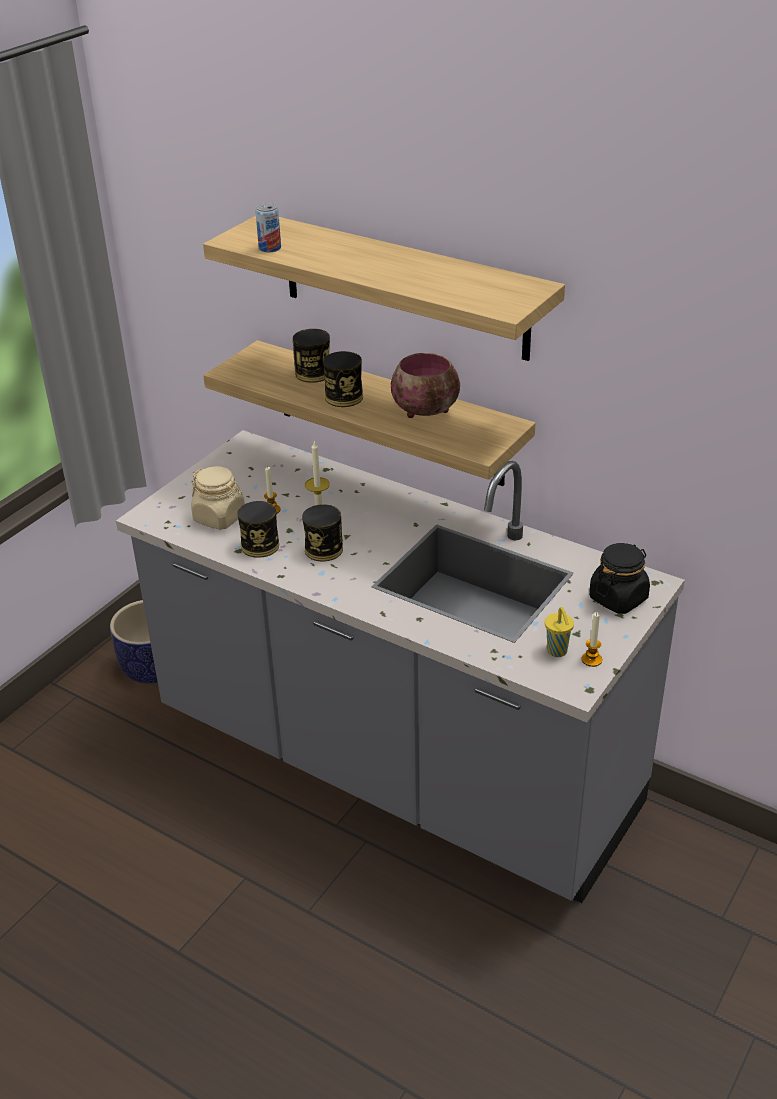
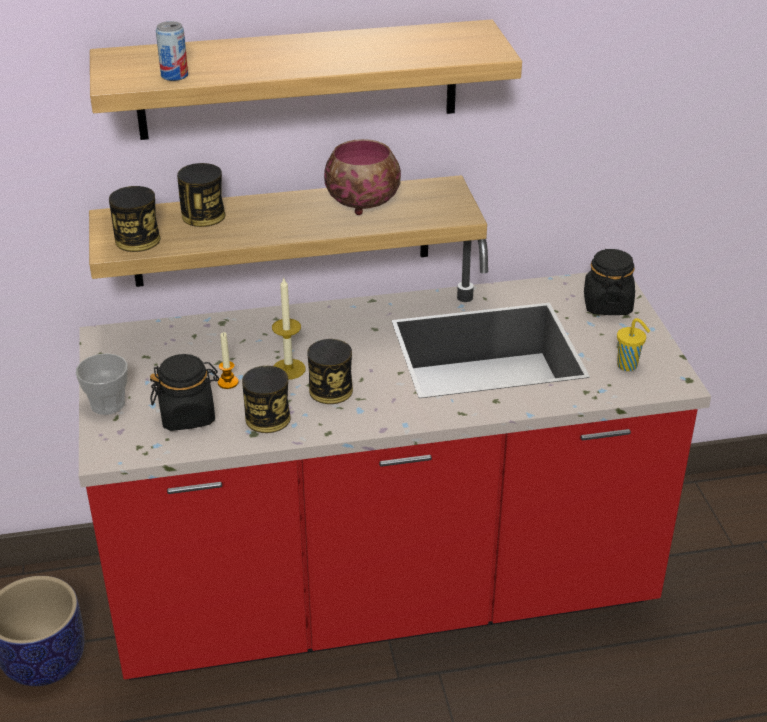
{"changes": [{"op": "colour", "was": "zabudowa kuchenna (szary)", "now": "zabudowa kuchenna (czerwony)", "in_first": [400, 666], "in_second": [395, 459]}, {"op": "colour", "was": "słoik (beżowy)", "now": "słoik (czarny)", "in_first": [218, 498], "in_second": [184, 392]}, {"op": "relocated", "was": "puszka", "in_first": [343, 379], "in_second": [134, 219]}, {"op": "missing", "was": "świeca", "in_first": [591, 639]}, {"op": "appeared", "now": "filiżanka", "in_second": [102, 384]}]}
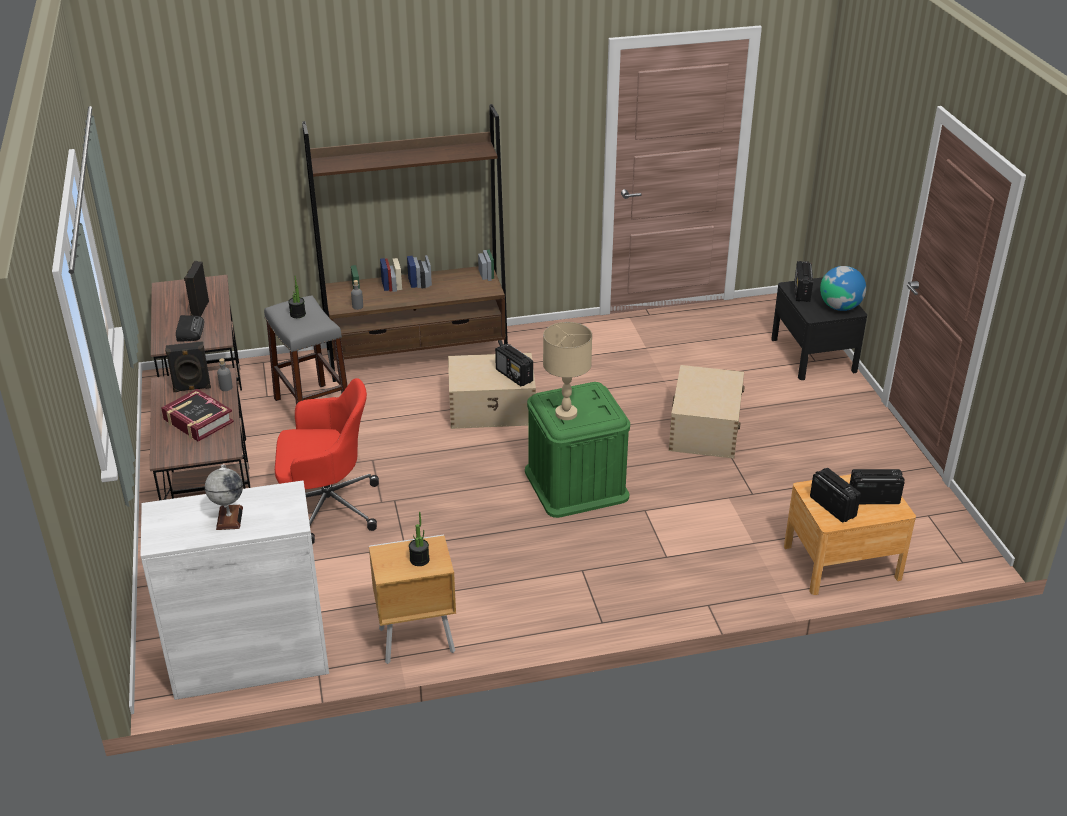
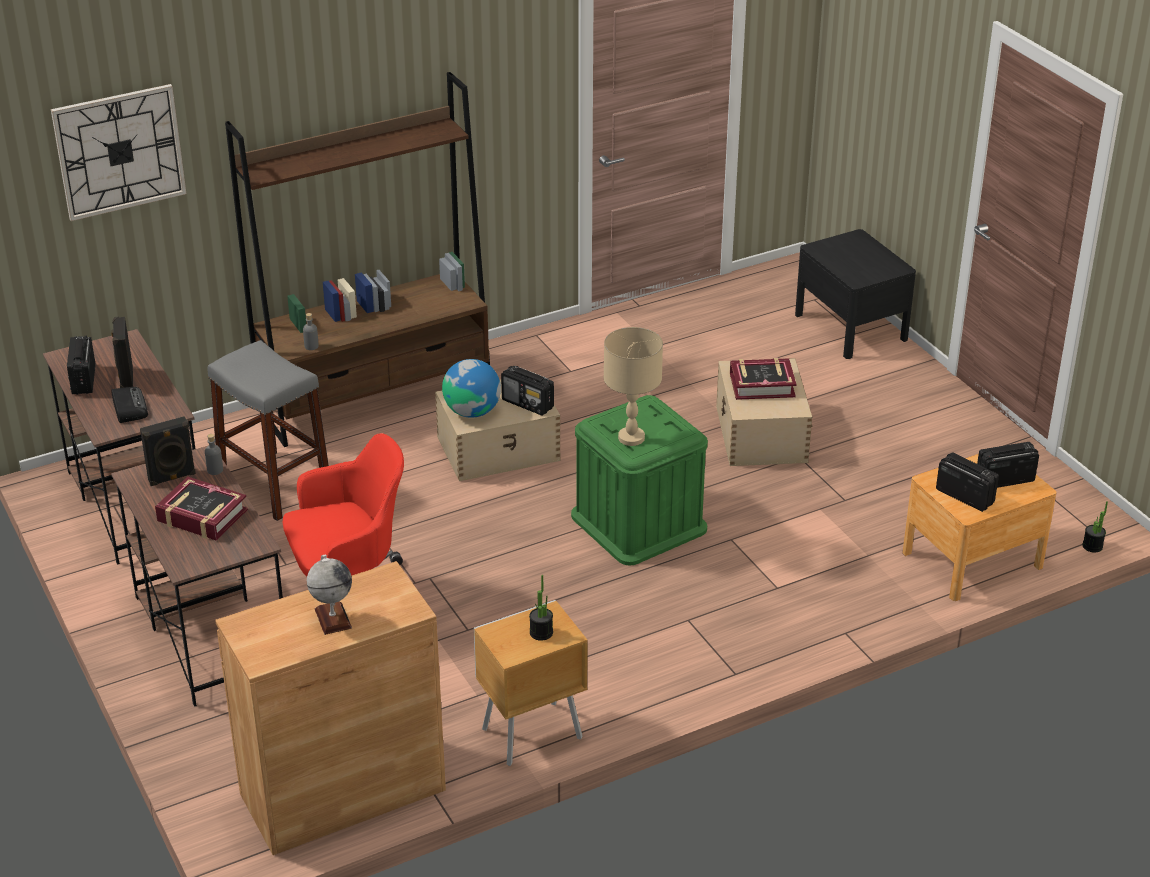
{"changes": [{"op": "colour", "was": "szafka (biały)", "now": "szafka (brązowy)", "in_first": [234, 590], "in_second": [330, 708]}, {"op": "relocated", "was": "roślina doniczkowa", "in_first": [297, 297], "in_second": [1095, 527]}, {"op": "relocated", "was": "radio", "in_first": [803, 281], "in_second": [81, 365]}, {"op": "relocated", "was": "globus", "in_first": [843, 288], "in_second": [471, 388]}, {"op": "appeared", "now": "zegar ścienny", "in_second": [118, 152]}, {"op": "appeared", "now": "książka", "in_second": [763, 379]}]}
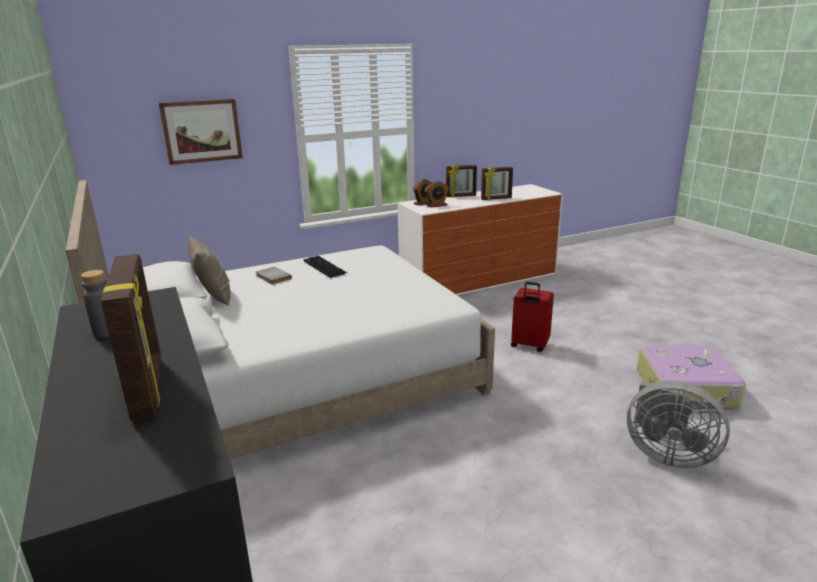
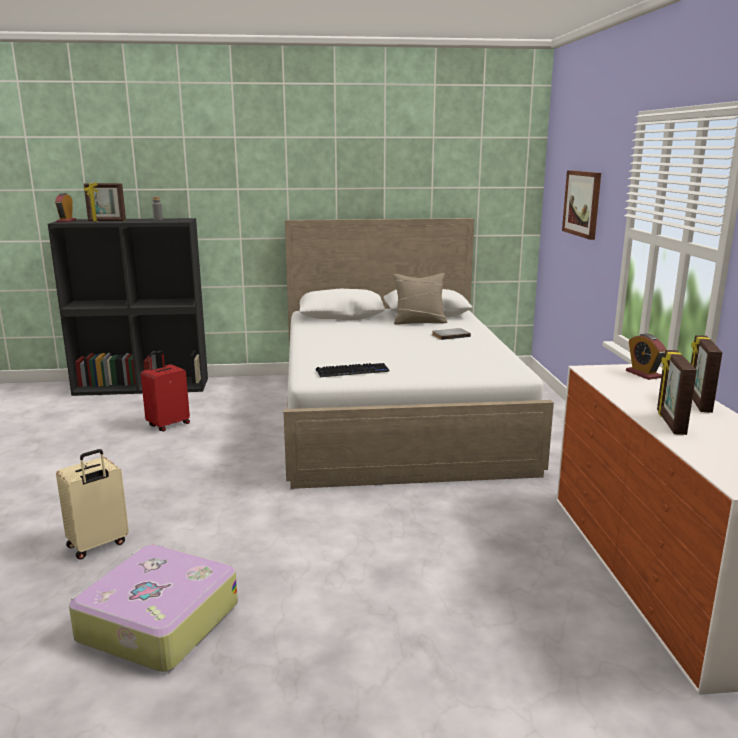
{"changes": [{"op": "relocated", "was": "klawiatura", "in_first": [325, 267], "in_second": [352, 370]}, {"op": "relocated", "was": "budzik", "in_first": [437, 194], "in_second": [65, 207]}, {"op": "relocated", "was": "walizka (czerwony)", "in_first": [532, 317], "in_second": [165, 391]}, {"op": "exchanged", "was": "wentylator (szary)", "now": "walizka (beżowy)", "in_first": [678, 424], "in_second": [92, 504]}]}
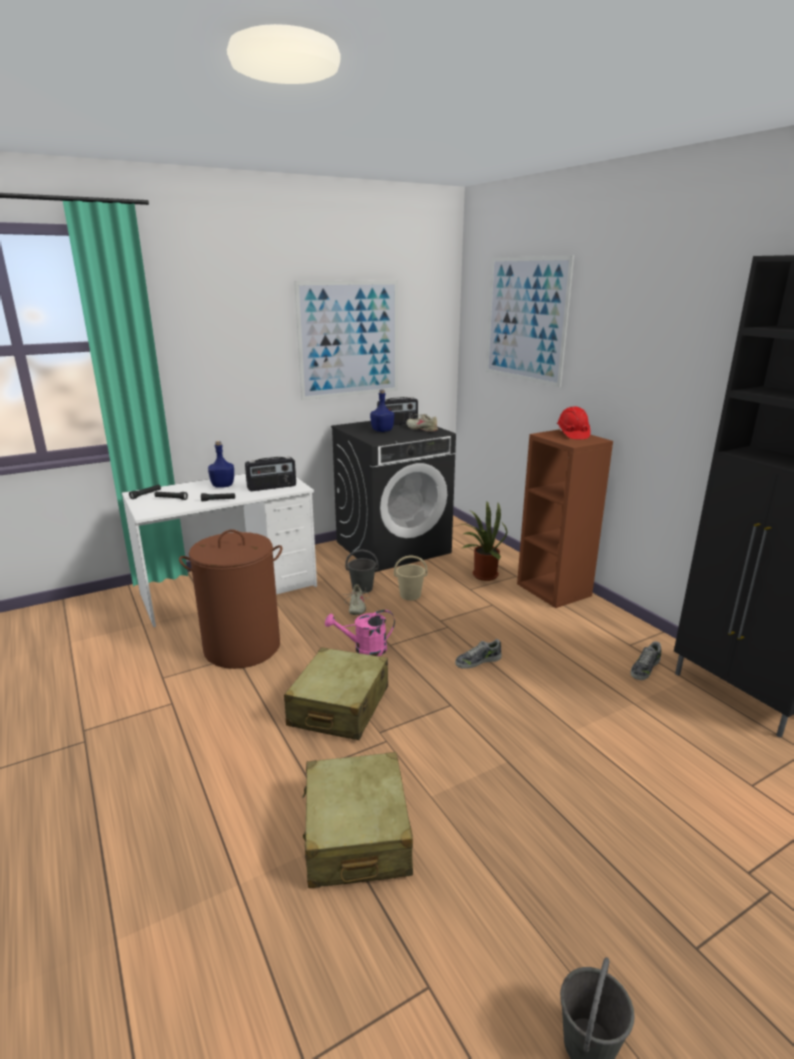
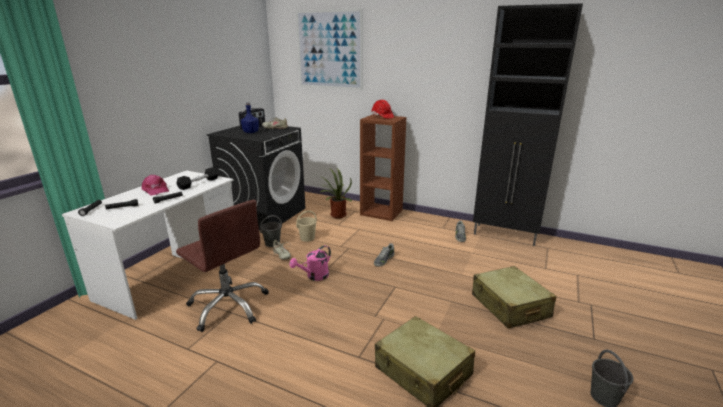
{"changes": [{"op": "exchanged", "was": "kosz na pranie (brązowy)", "now": "krzesło biurowe (brązowy)", "in_first": [230, 599], "in_second": [222, 266]}, {"op": "exchanged", "was": "butelka (niebieski)", "now": "czapka z daszkiem (różowy)", "in_first": [221, 464], "in_second": [155, 185]}, {"op": "exchanged", "was": "radio", "now": "hantel (czarny)", "in_first": [270, 474], "in_second": [198, 178]}, {"op": "relocated", "was": "walizka (beżowy)", "in_first": [336, 693], "in_second": [514, 297]}, {"op": "missing", "was": "obraz", "in_first": [346, 340]}]}
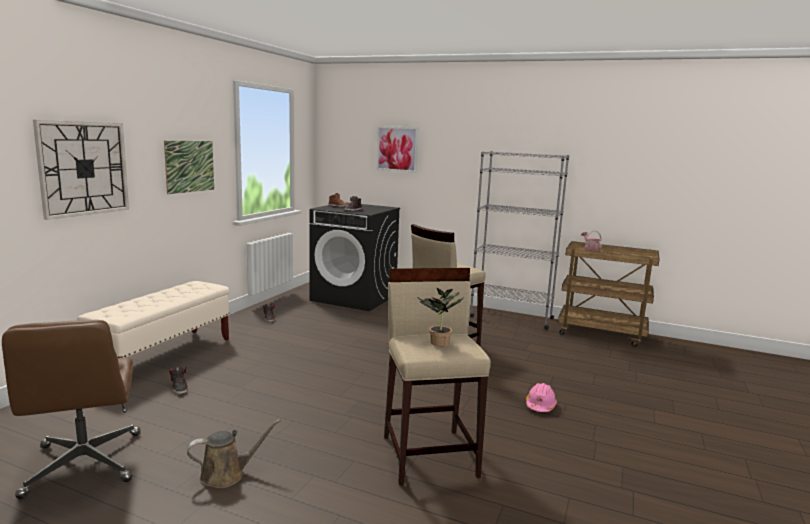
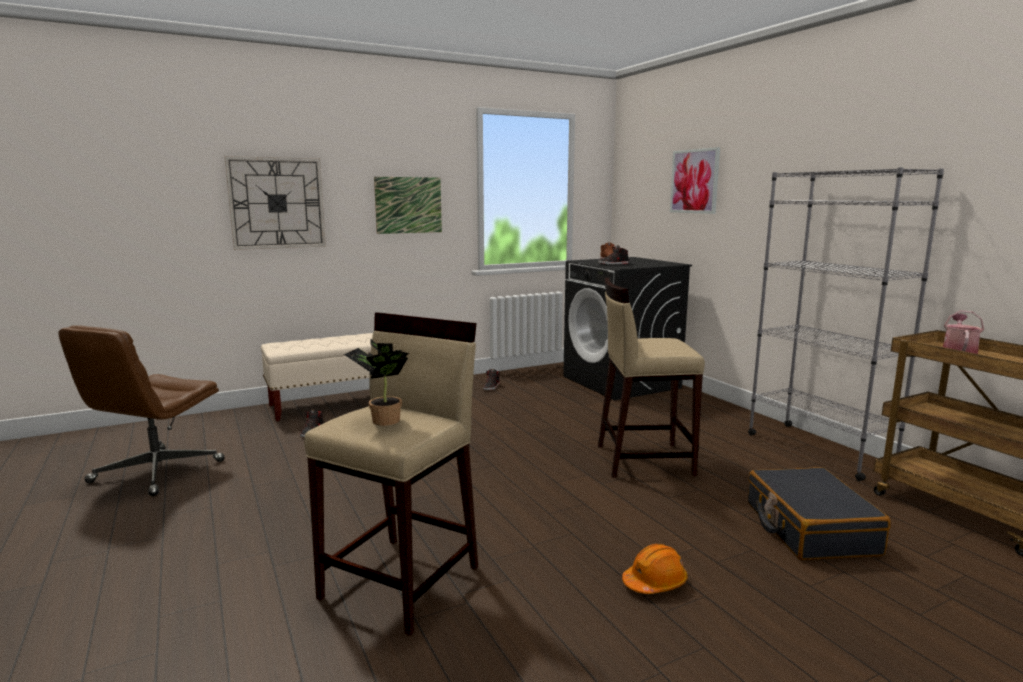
{"changes": [{"op": "missing", "was": "konewka (brązowy)", "in_first": [234, 453]}, {"op": "colour", "was": "kask (różowy)", "now": "kask (pomarańczowy)", "in_first": [541, 397], "in_second": [655, 569]}, {"op": "appeared", "now": "walizka (czarny)", "in_second": [819, 513]}]}
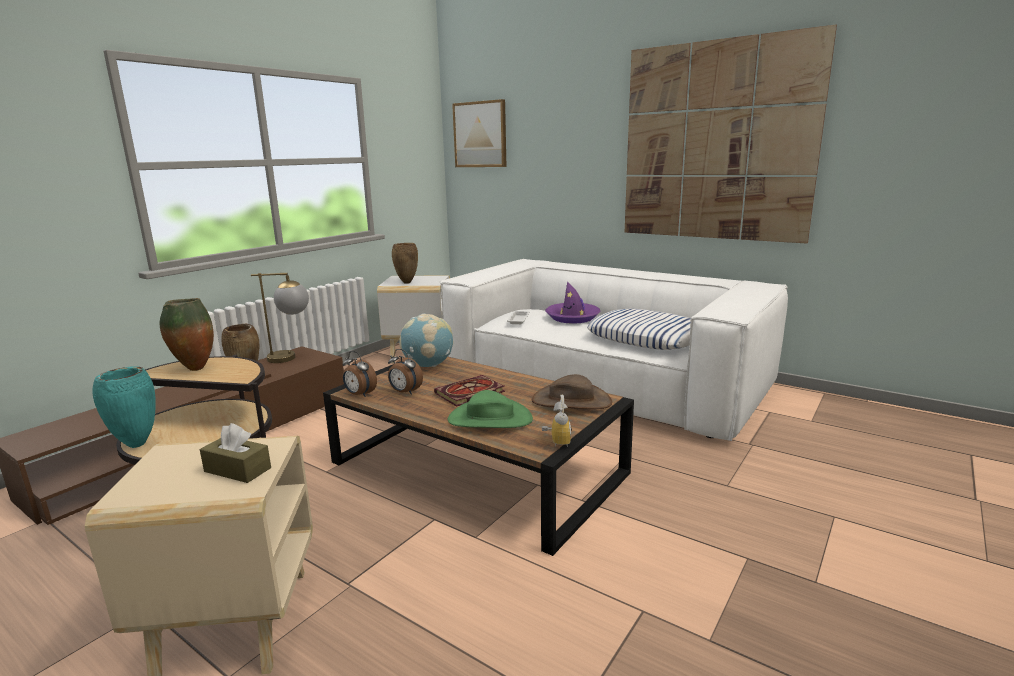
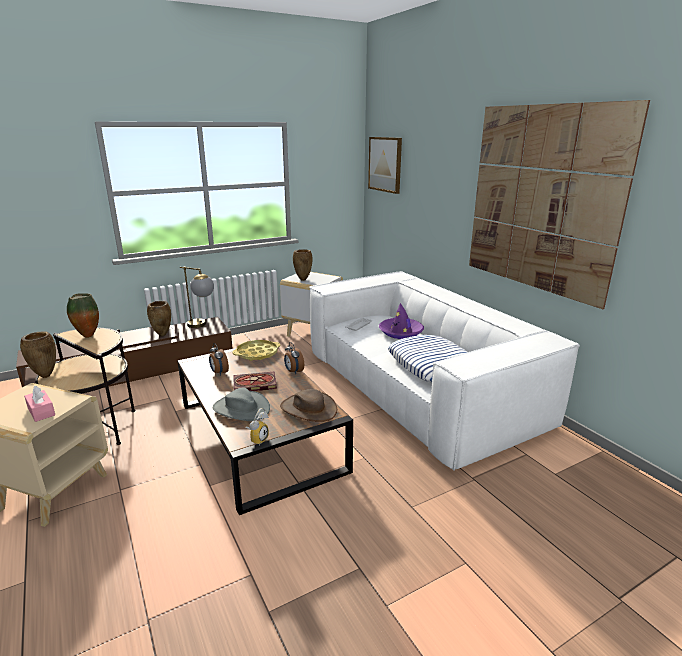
{"changes": [{"op": "colour", "was": "wazon (turkusowy)", "now": "wazon (brązowy)", "in_first": [124, 407], "in_second": [38, 354]}, {"op": "colour", "was": "pudełko chusteczek (brązowy)", "now": "pudełko chusteczek (różowy)", "in_first": [235, 453], "in_second": [39, 404]}, {"op": "relocated", "was": "budzik", "in_first": [359, 374], "in_second": [294, 358]}, {"op": "exchanged", "was": "globus", "now": "taca (żółty)", "in_first": [426, 340], "in_second": [256, 350]}, {"op": "colour", "was": "kapelusz (zielony)", "now": "kapelusz (szary)", "in_first": [490, 409], "in_second": [241, 404]}]}
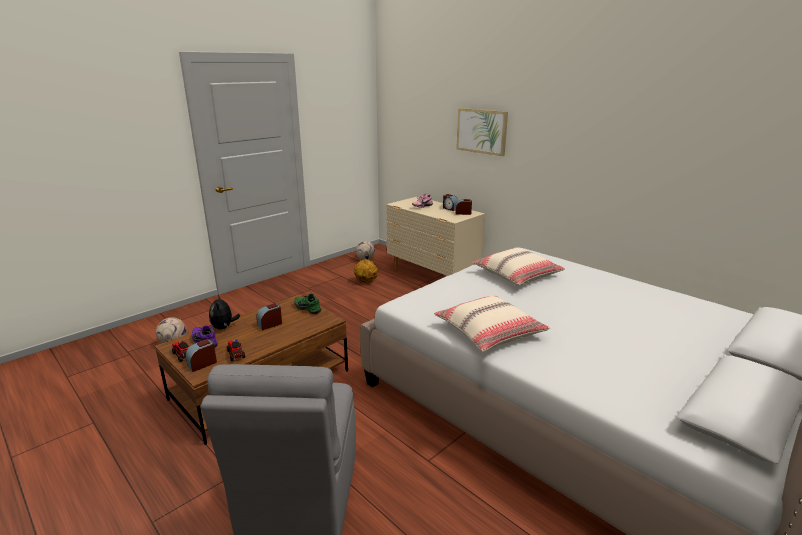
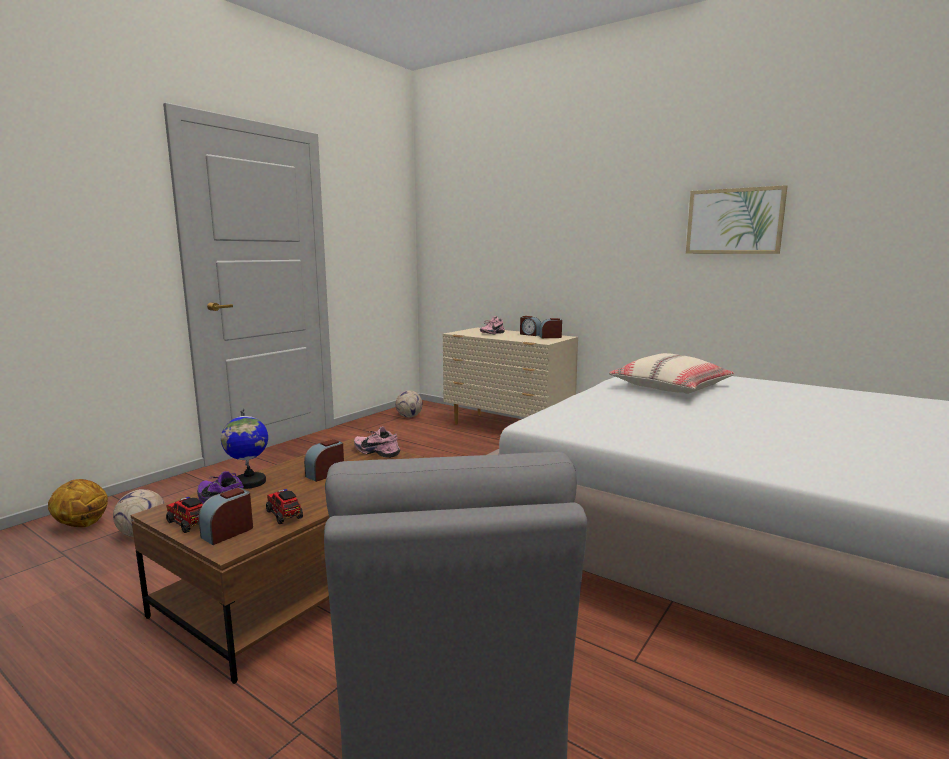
{"changes": [{"op": "exchanged", "was": "pluszak", "now": "globus", "in_first": [224, 312], "in_second": [244, 449]}, {"op": "colour", "was": "but (zielony)", "now": "but (różowy)", "in_first": [307, 304], "in_second": [377, 442]}, {"op": "relocated", "was": "piłka do koszykówki", "in_first": [366, 271], "in_second": [78, 503]}, {"op": "missing", "was": "poduszka (beżowy)", "in_first": [492, 324]}, {"op": "relocated", "was": "obraz", "in_first": [482, 132], "in_second": [737, 219]}]}
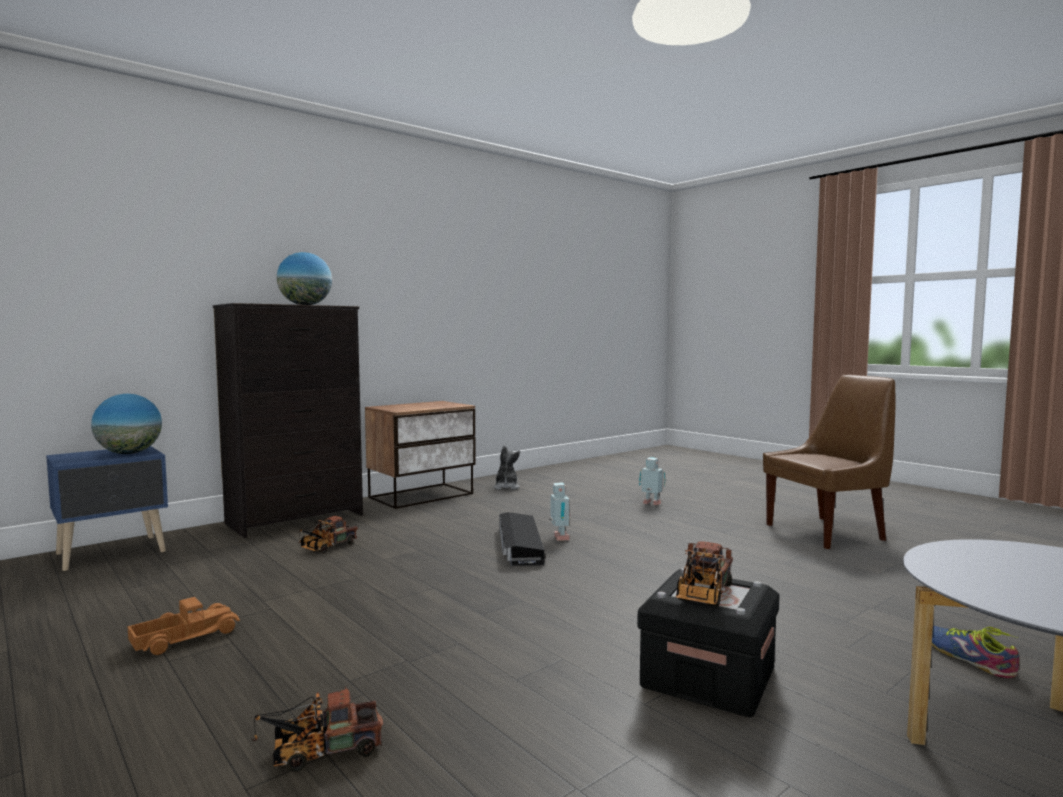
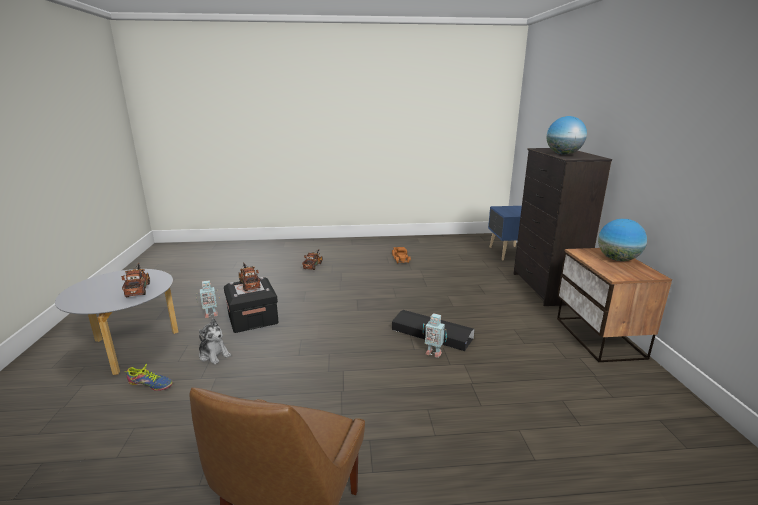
{"changes": [{"op": "relocated", "was": "globus", "in_first": [126, 424], "in_second": [622, 240]}, {"op": "relocated", "was": "ciężarówka zabawkowa", "in_first": [328, 534], "in_second": [135, 280]}, {"op": "relocated", "was": "pluszak", "in_first": [507, 467], "in_second": [215, 341]}, {"op": "relocated", "was": "robot zabawkowy", "in_first": [652, 481], "in_second": [208, 299]}]}
